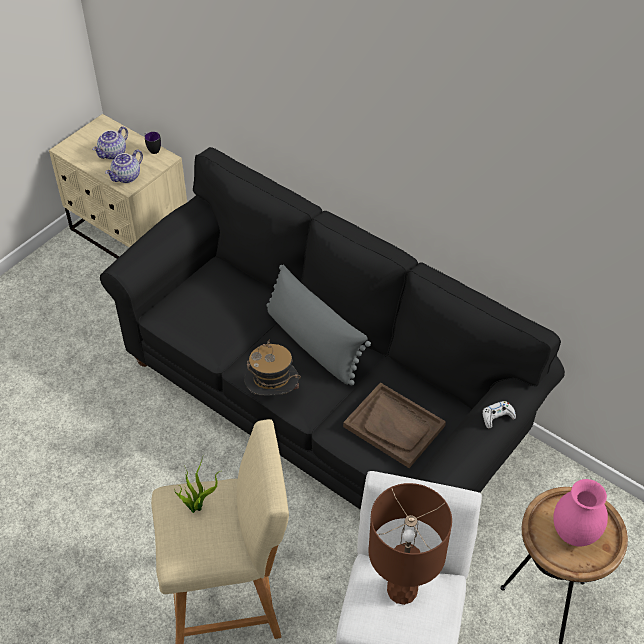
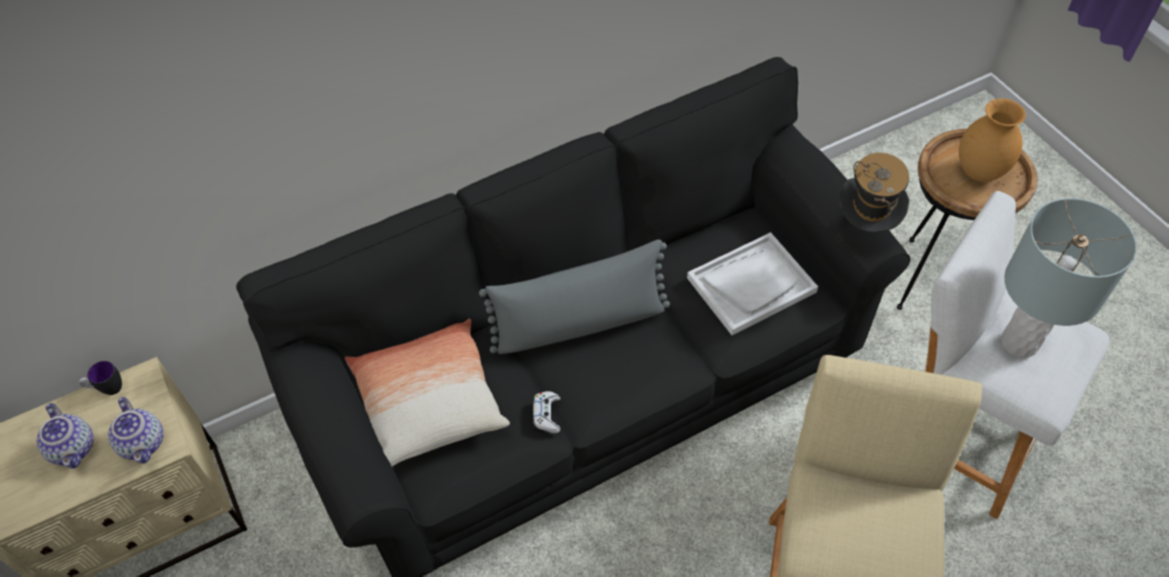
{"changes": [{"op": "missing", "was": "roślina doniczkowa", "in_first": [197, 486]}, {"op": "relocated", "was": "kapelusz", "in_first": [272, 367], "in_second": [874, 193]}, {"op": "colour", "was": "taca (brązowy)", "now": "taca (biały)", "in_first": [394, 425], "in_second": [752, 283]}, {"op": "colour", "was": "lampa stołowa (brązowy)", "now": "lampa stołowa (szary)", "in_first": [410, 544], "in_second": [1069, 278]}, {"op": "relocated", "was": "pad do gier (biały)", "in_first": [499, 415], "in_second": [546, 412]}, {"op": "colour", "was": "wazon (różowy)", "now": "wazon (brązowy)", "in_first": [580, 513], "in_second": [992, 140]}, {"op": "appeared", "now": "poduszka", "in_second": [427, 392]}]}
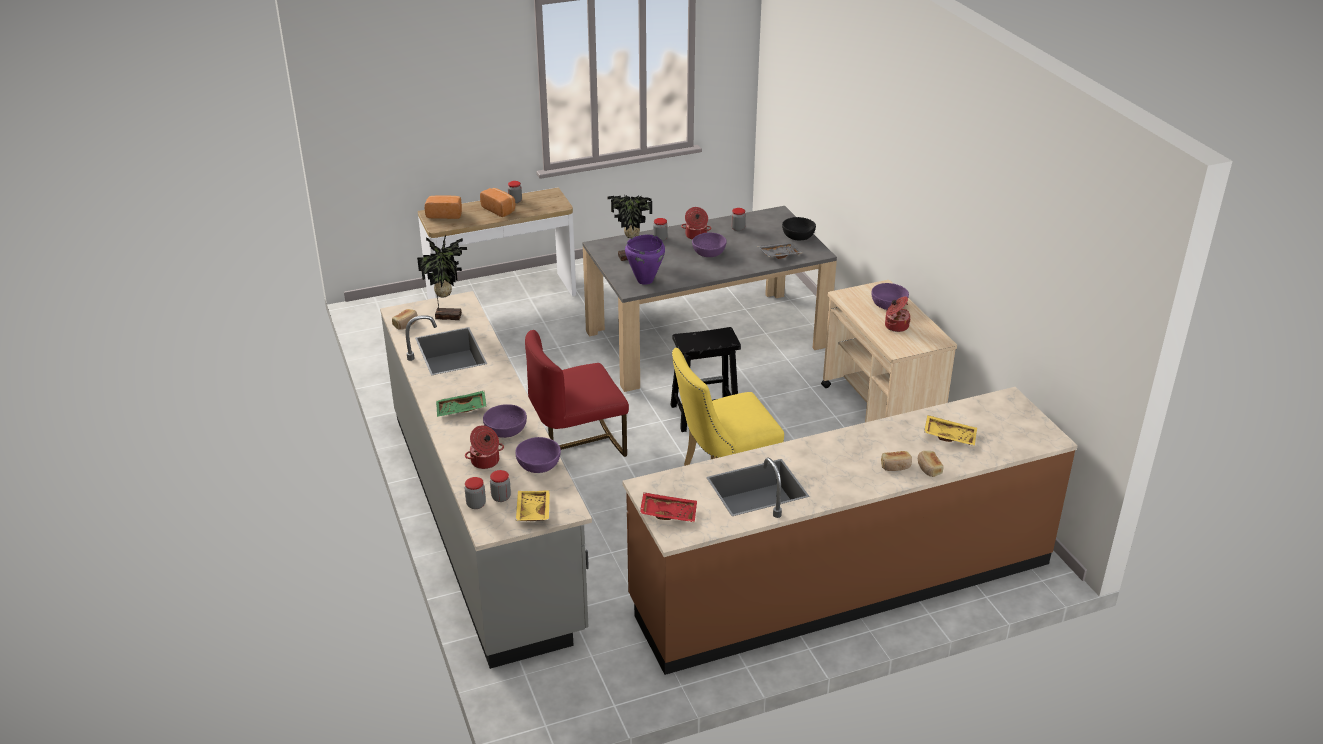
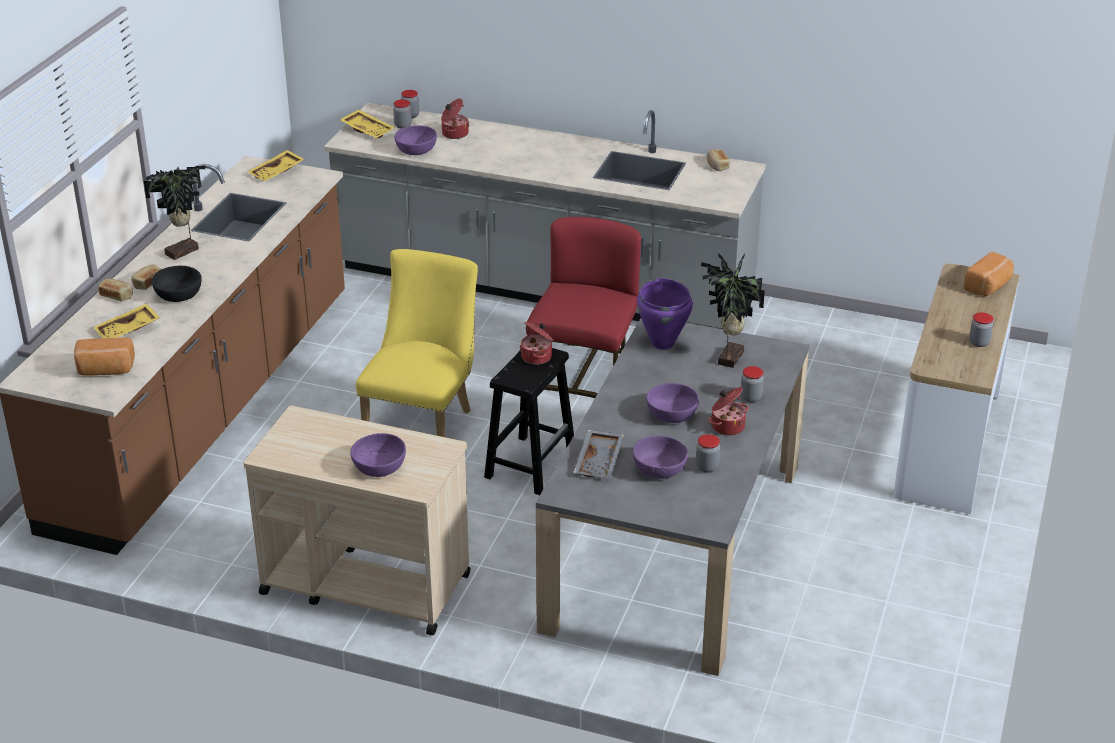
{"changes": [{"op": "relocated", "was": "roślina doniczkowa", "in_first": [442, 277], "in_second": [174, 213]}, {"op": "missing", "was": "taca (zielony)", "in_first": [461, 403]}, {"op": "relocated", "was": "chleb", "in_first": [498, 202], "in_second": [104, 356]}, {"op": "relocated", "was": "miska (fioletowy)", "in_first": [505, 421], "in_second": [660, 457]}, {"op": "colour", "was": "taca (czerwony)", "now": "taca (żółty)", "in_first": [668, 507], "in_second": [276, 165]}, {"op": "relocated", "was": "miska (czarny)", "in_first": [799, 229], "in_second": [177, 284]}, {"op": "relocated", "was": "garnek", "in_first": [898, 314], "in_second": [536, 343]}]}
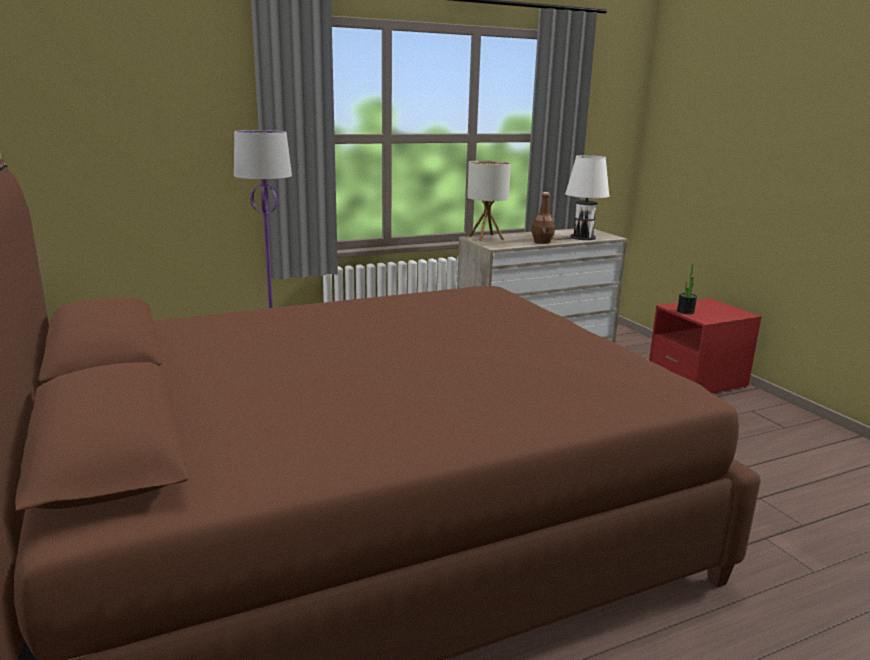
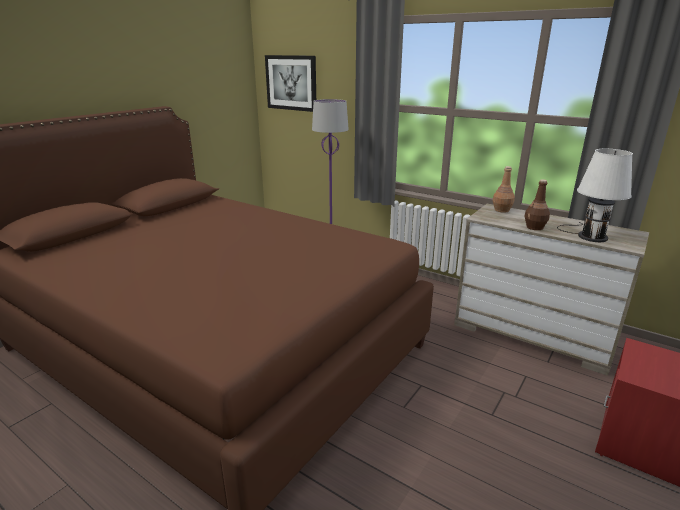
{"changes": [{"op": "exchanged", "was": "lampa stołowa", "now": "butelka (brązowy)", "in_first": [489, 200], "in_second": [503, 189]}, {"op": "missing", "was": "roślina doniczkowa", "in_first": [687, 289]}, {"op": "appeared", "now": "obraz", "in_second": [290, 83]}]}
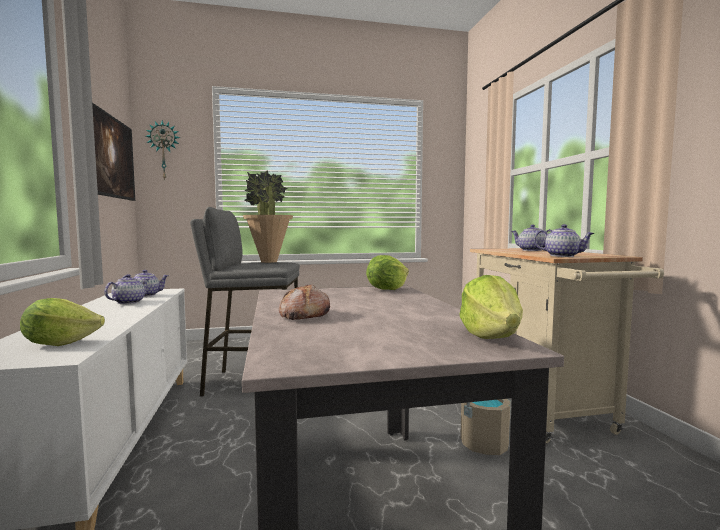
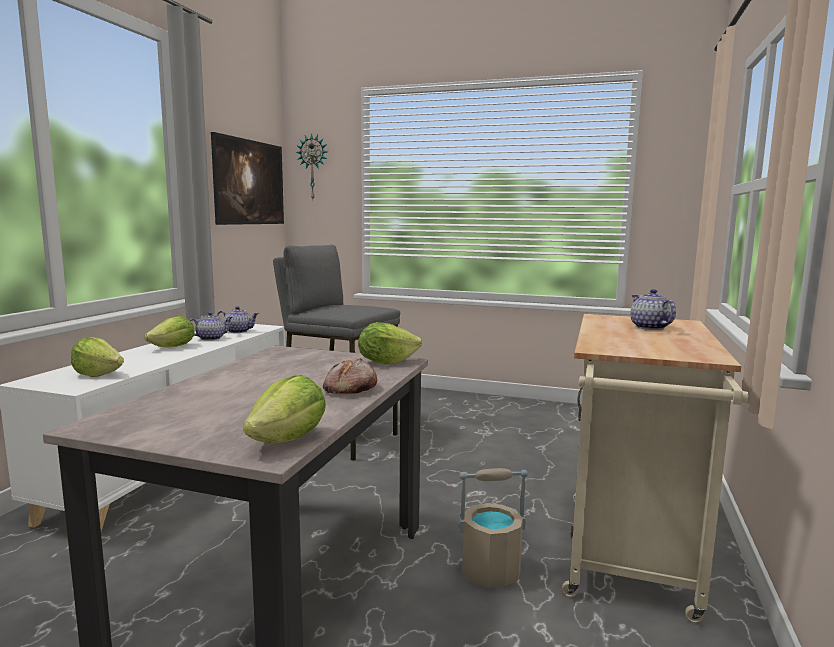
{"changes": [{"op": "missing", "was": "roślina doniczkowa", "in_first": [268, 216]}, {"op": "relocated", "was": "chleb", "in_first": [304, 302], "in_second": [350, 376]}, {"op": "missing", "was": "imbryk", "in_first": [564, 240]}, {"op": "appeared", "now": "sałata", "in_second": [169, 331]}]}
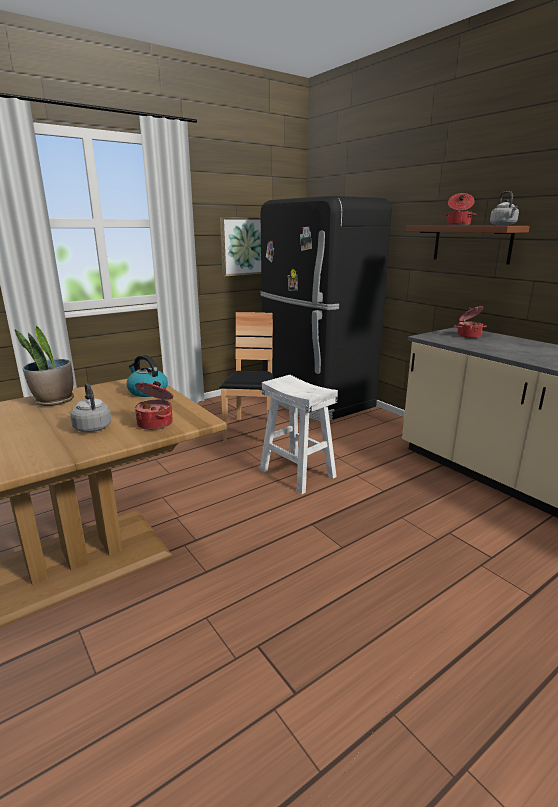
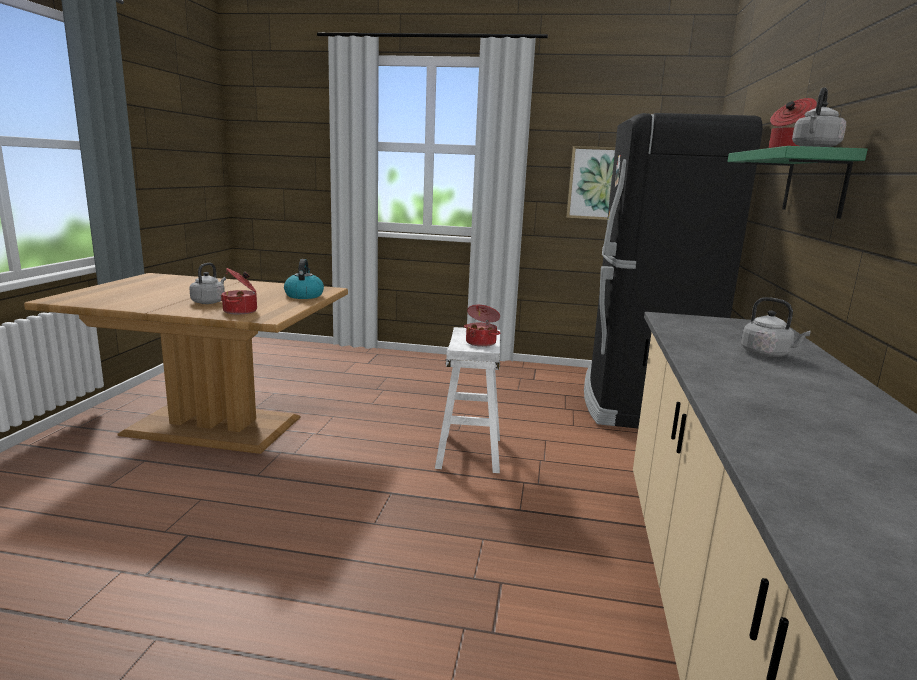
{"changes": [{"op": "missing", "was": "roślina doniczkowa", "in_first": [44, 366]}, {"op": "missing", "was": "krzesło (brązowy)", "in_first": [246, 377]}, {"op": "colour", "was": "półka (brązowy)", "now": "półka (zielony)", "in_first": [468, 245], "in_second": [797, 182]}, {"op": "relocated", "was": "garnek", "in_first": [470, 322], "in_second": [482, 326]}, {"op": "appeared", "now": "czajnik (szary)", "in_second": [776, 327]}]}
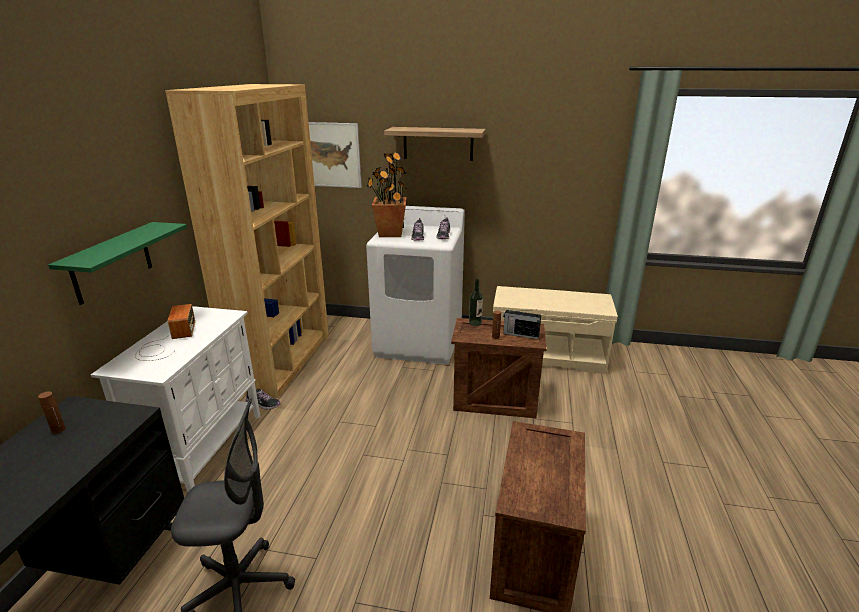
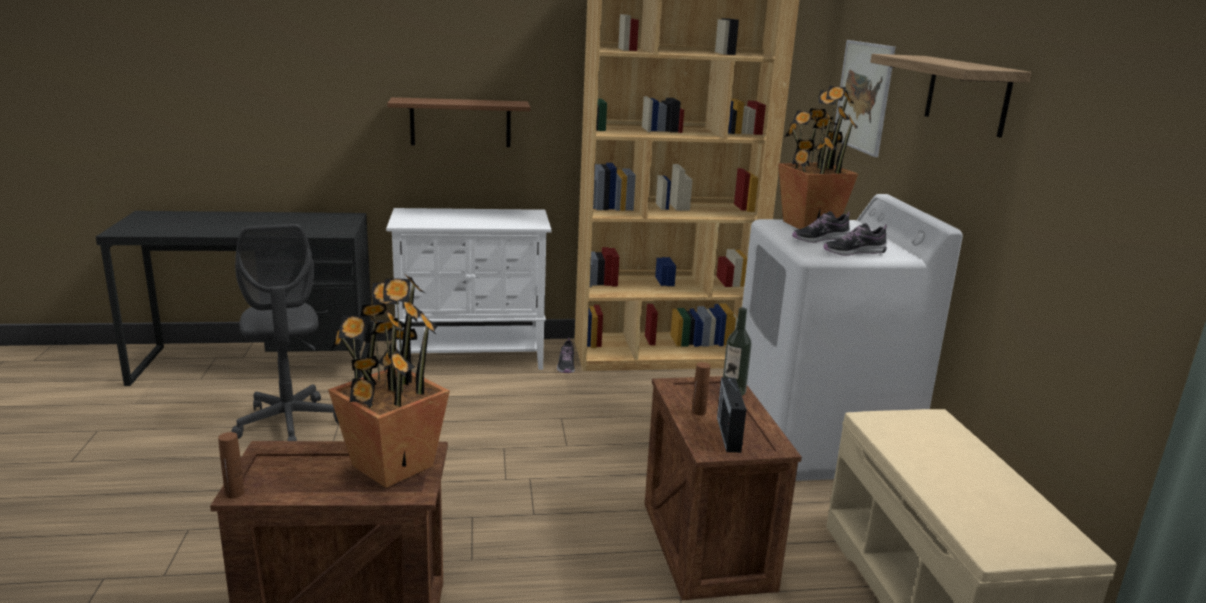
{"changes": [{"op": "relocated", "was": "butelka (brązowy)", "in_first": [52, 412], "in_second": [231, 465]}, {"op": "colour", "was": "półka (zielony)", "now": "półka (brązowy)", "in_first": [117, 263], "in_second": [458, 122]}, {"op": "missing", "was": "radio", "in_first": [165, 332]}, {"op": "appeared", "now": "roślina doniczkowa", "in_second": [389, 382]}]}
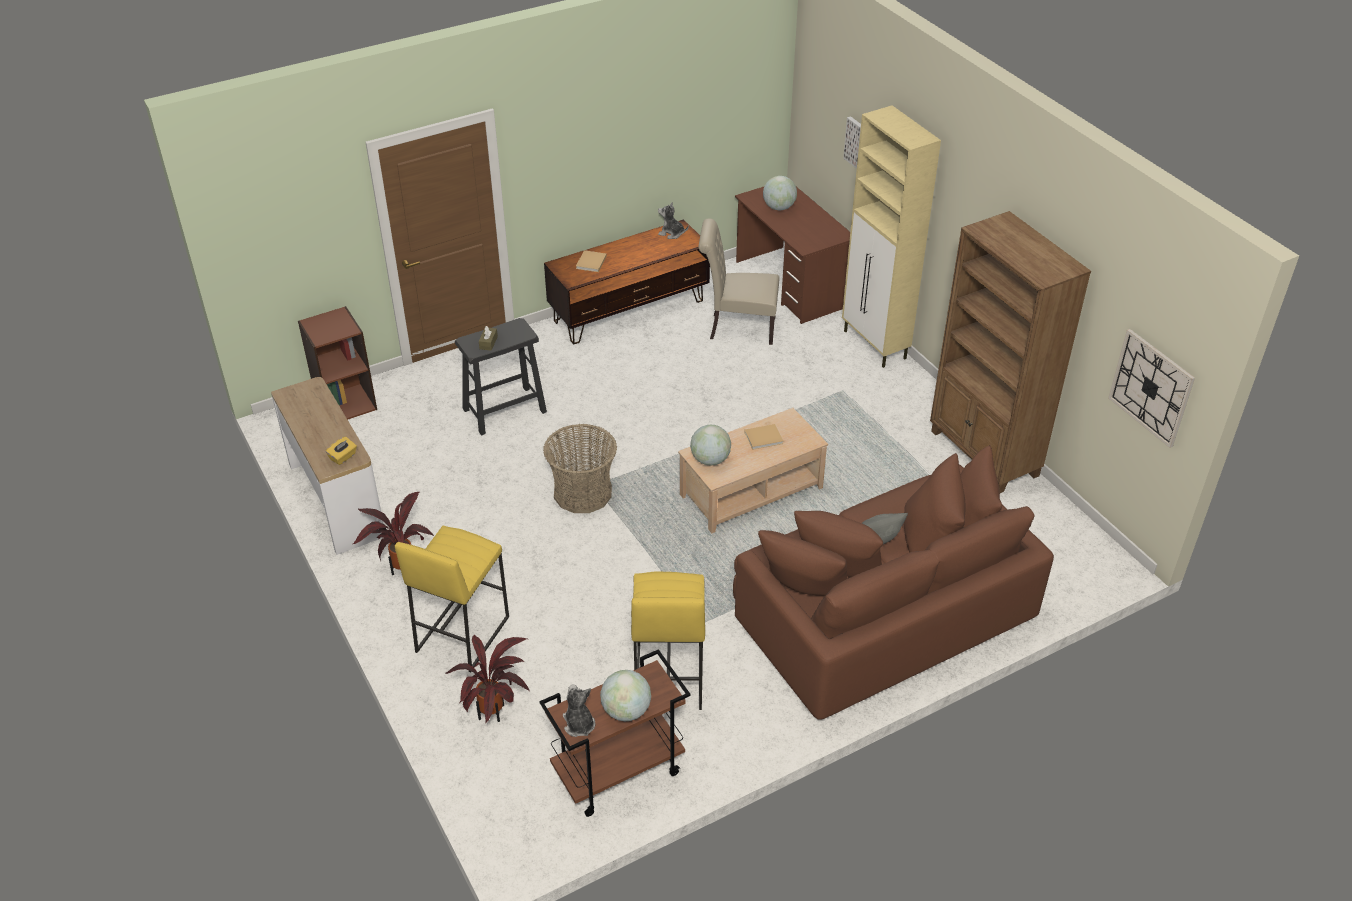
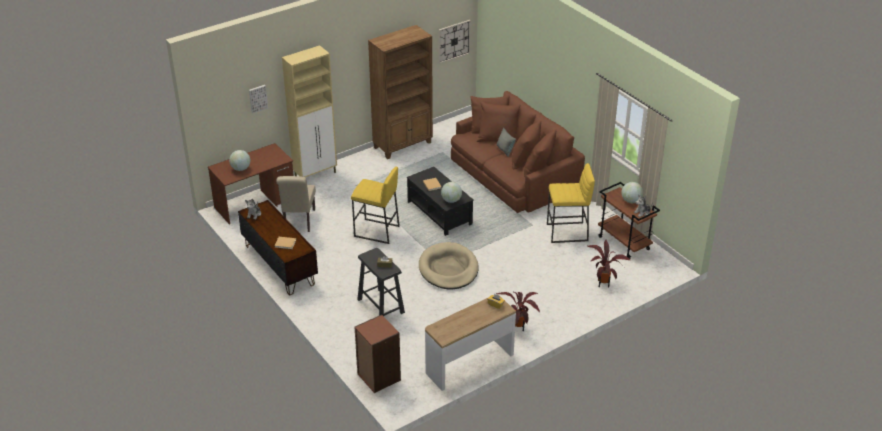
{"changes": [{"op": "relocated", "was": "stołek (żółty)", "in_first": [452, 599], "in_second": [375, 205]}, {"op": "exchanged", "was": "koszyk", "now": "legowisko (beżowy)", "in_first": [580, 468], "in_second": [449, 265]}, {"op": "colour", "was": "ława (beżowy)", "now": "ława (czarny)", "in_first": [753, 470], "in_second": [440, 201]}]}
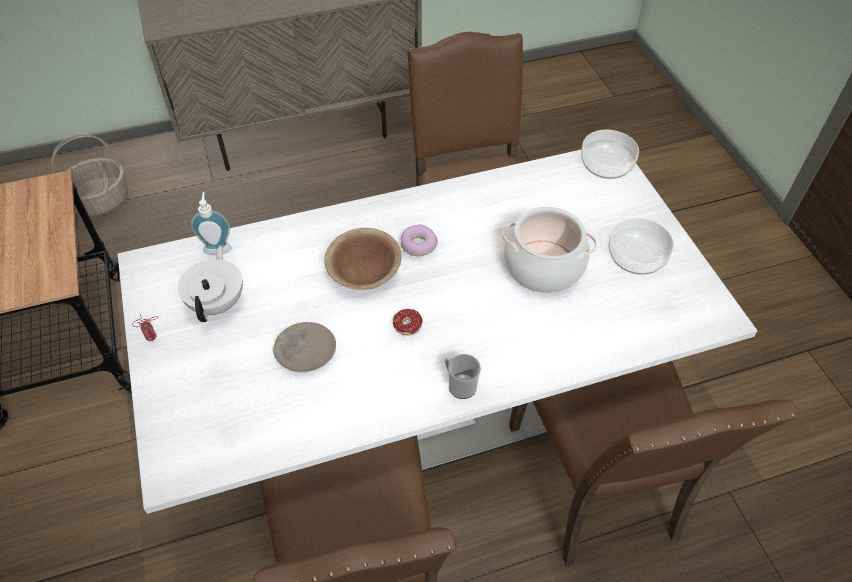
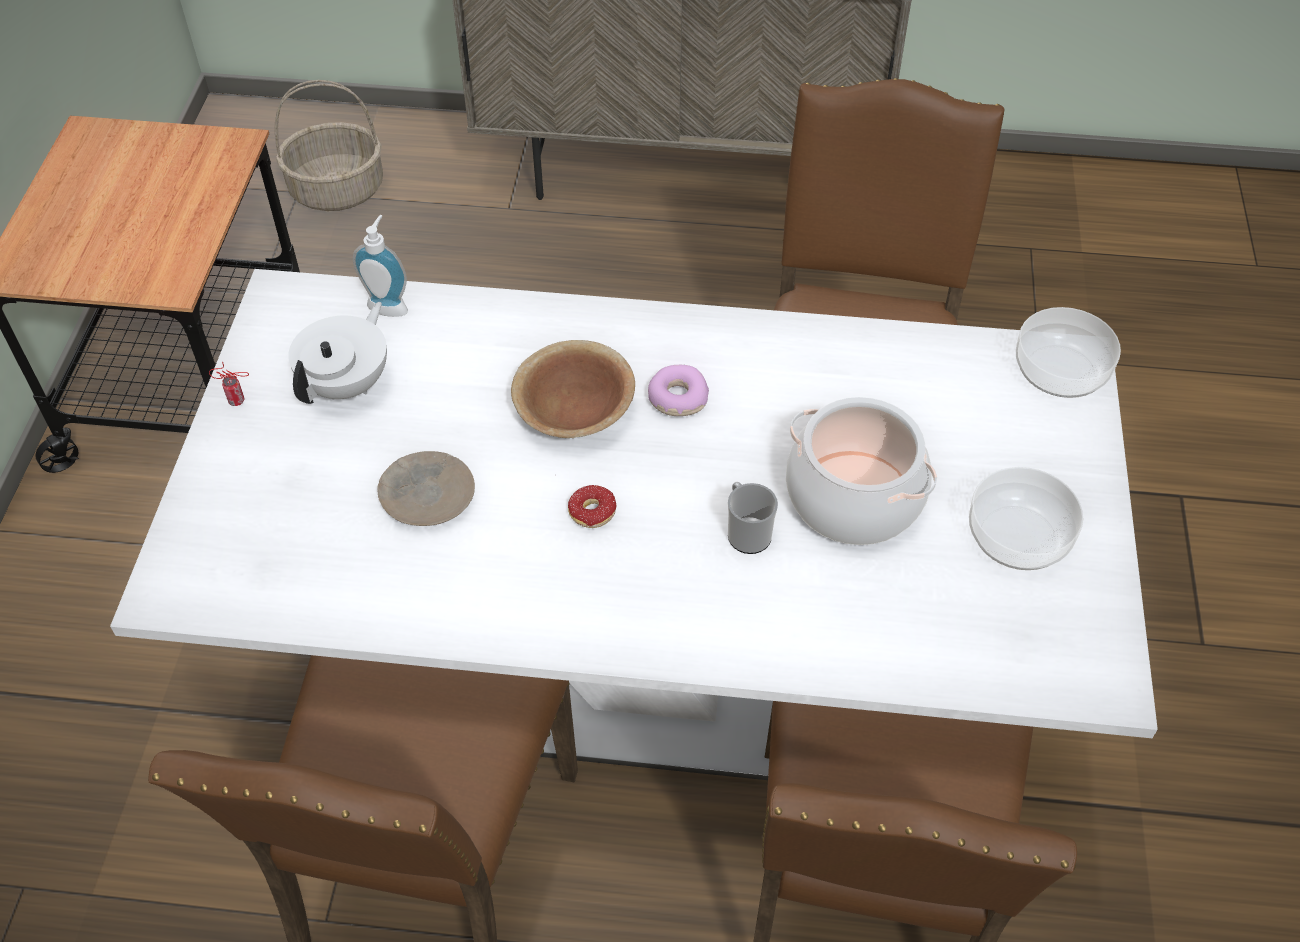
{"changes": [{"op": "relocated", "was": "kubek", "in_first": [463, 376], "in_second": [753, 518]}]}
